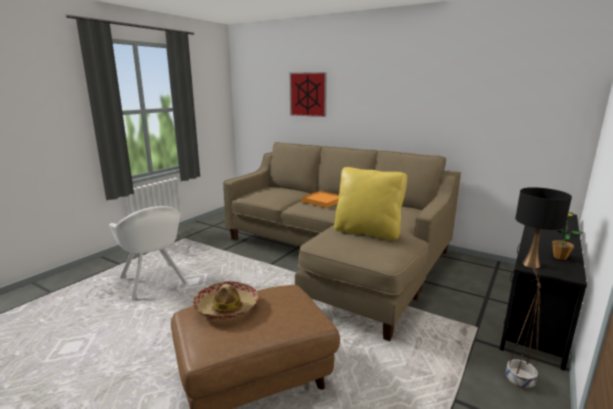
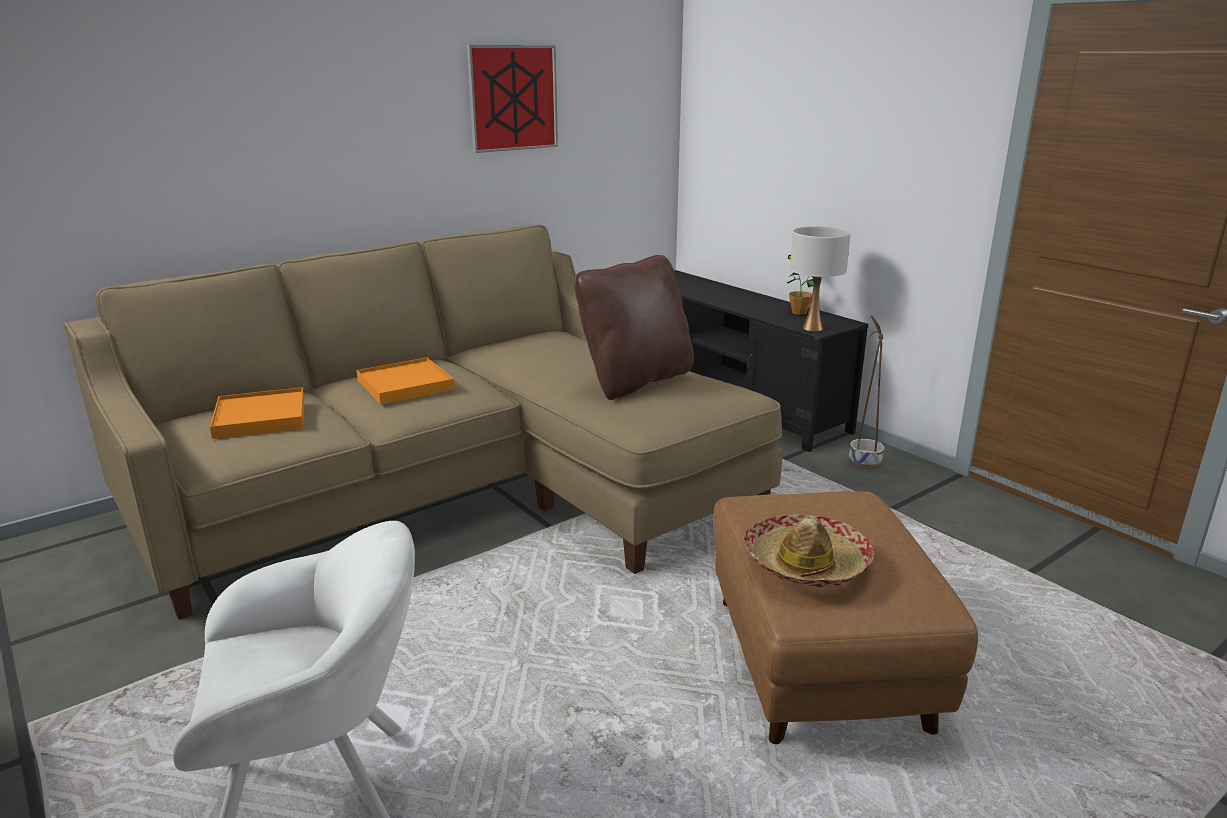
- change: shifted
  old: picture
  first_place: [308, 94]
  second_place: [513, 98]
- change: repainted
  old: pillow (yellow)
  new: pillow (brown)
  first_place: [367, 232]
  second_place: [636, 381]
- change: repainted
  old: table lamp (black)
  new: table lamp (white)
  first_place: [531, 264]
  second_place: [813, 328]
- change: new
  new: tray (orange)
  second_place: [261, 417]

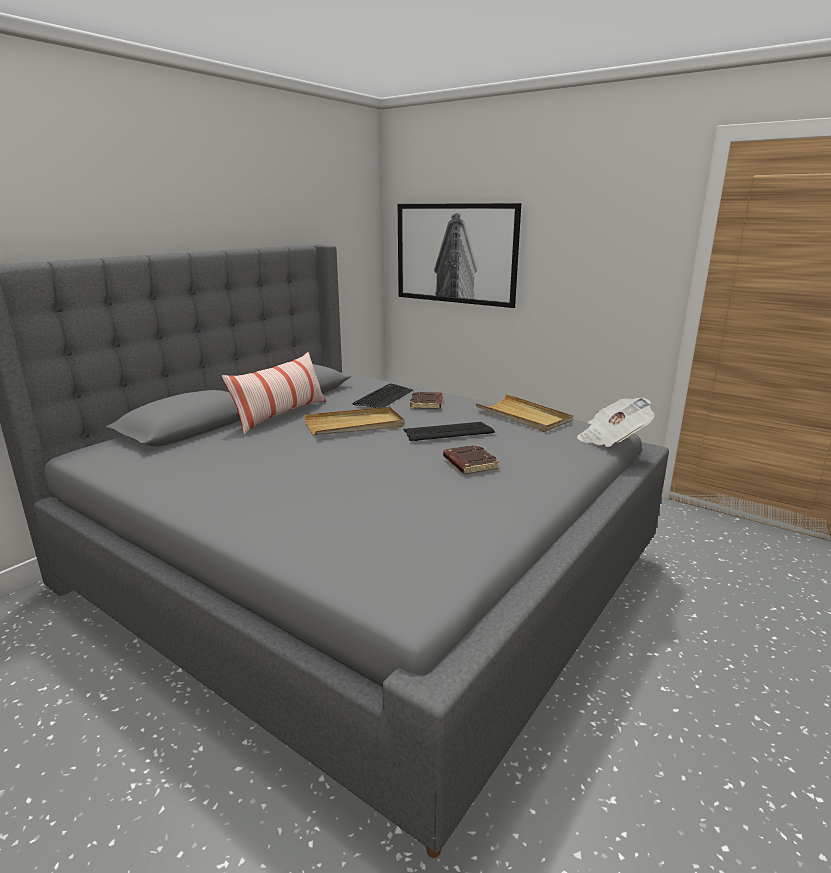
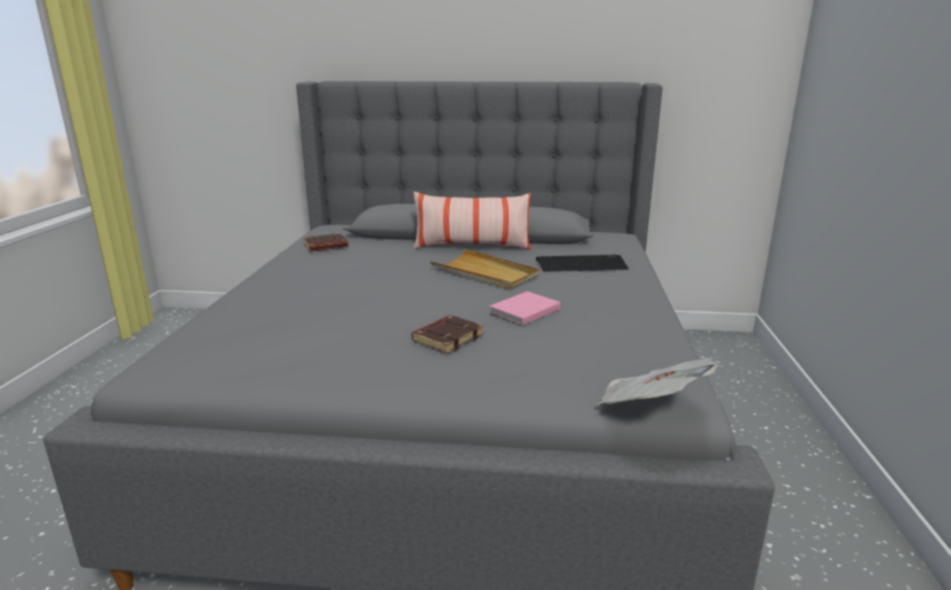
- change: gone
  old: picture
  first_place: [456, 253]
- change: swapped
  old: keyboard
  new: book (pink)
  first_place: [448, 432]
  second_place: [523, 311]
- change: shifted
  old: book (brown)
  first_place: [427, 404]
  second_place: [325, 246]
- change: gone
  old: tray (beige)
  first_place: [523, 416]

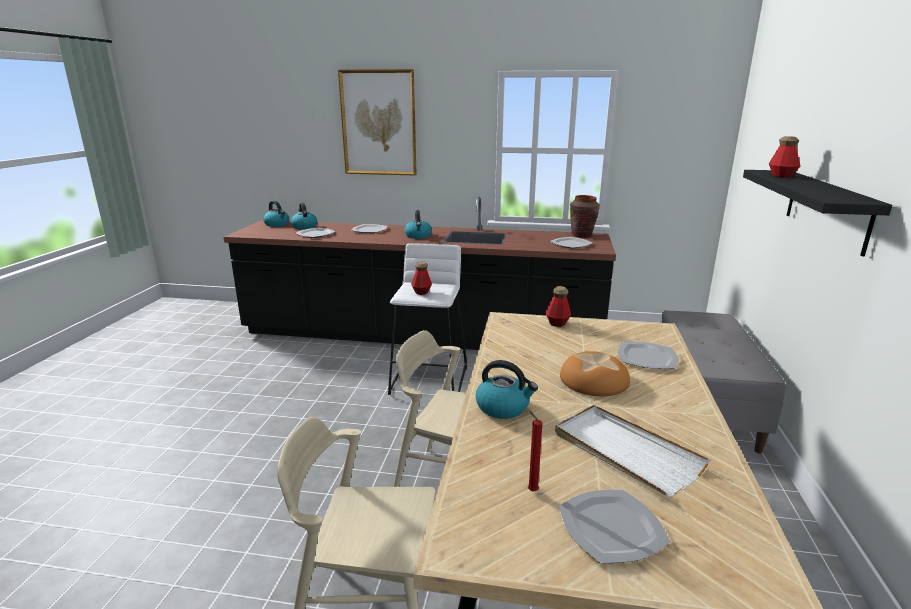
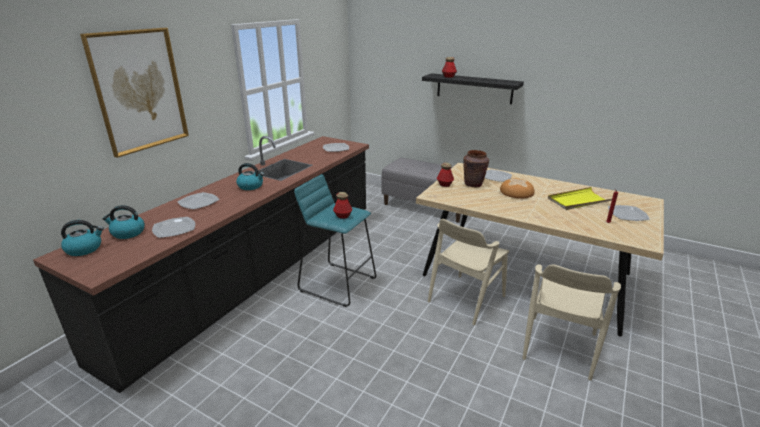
- change: repainted
  old: stool (white)
  new: stool (turquoise)
  first_place: [429, 380]
  second_place: [337, 283]
- change: gone
  old: kettle
  first_place: [503, 407]
- change: repainted
  old: tray (white)
  new: tray (yellow)
  first_place: [625, 452]
  second_place: [578, 201]
- change: shifted
  old: vase (brown)
  first_place: [582, 235]
  second_place: [473, 184]

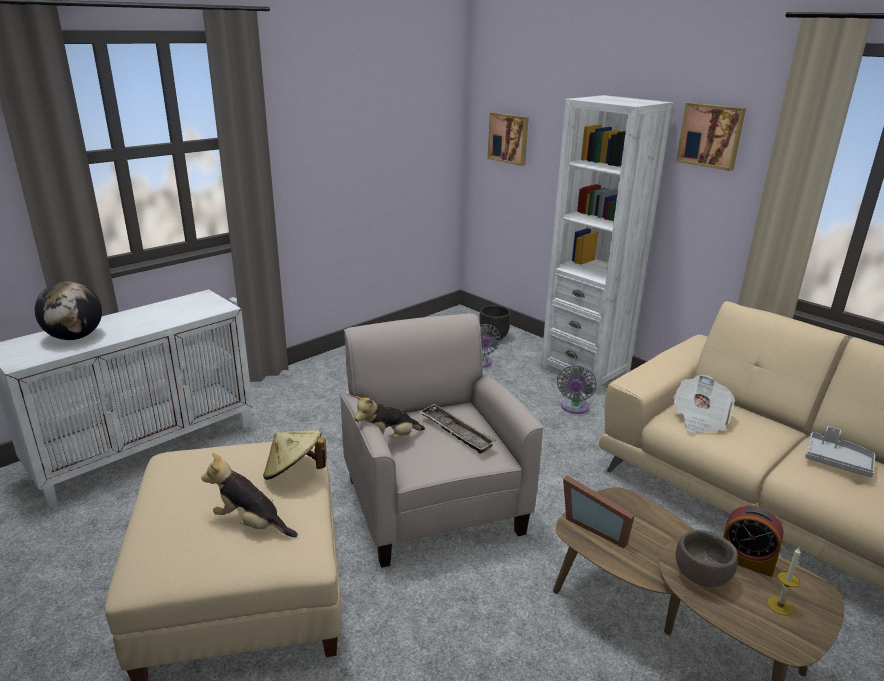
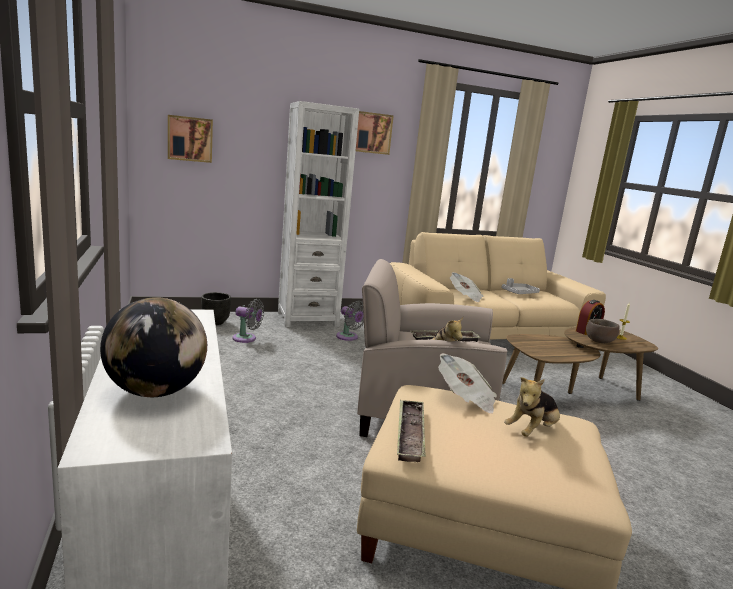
- change: swapped
  old: hat (beige)
  new: newspaper
  first_place: [294, 472]
  second_place: [465, 399]
- change: gone
  old: picture frame
  first_place: [596, 526]
- change: new
  new: tray
  second_place: [410, 434]

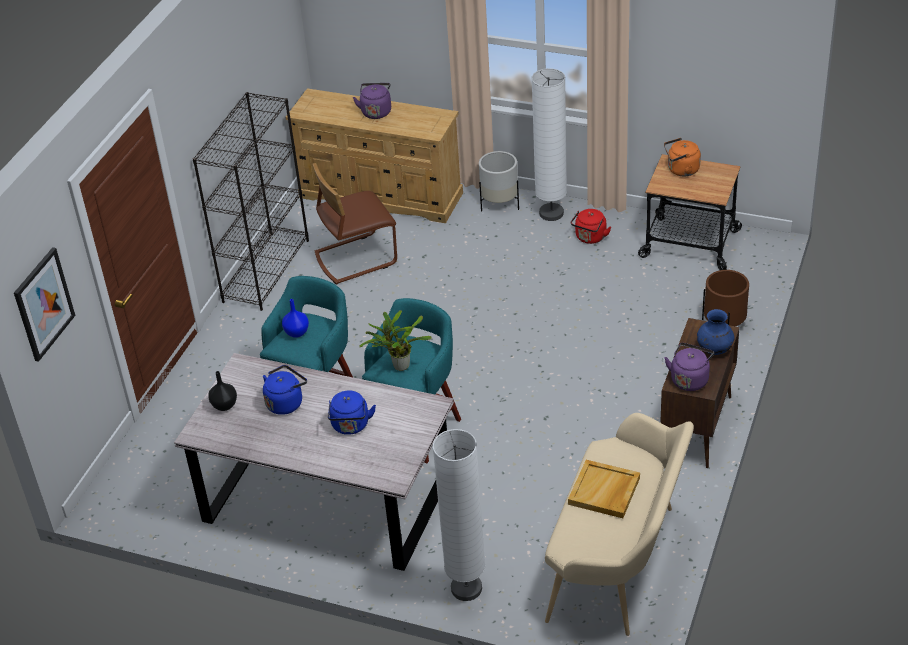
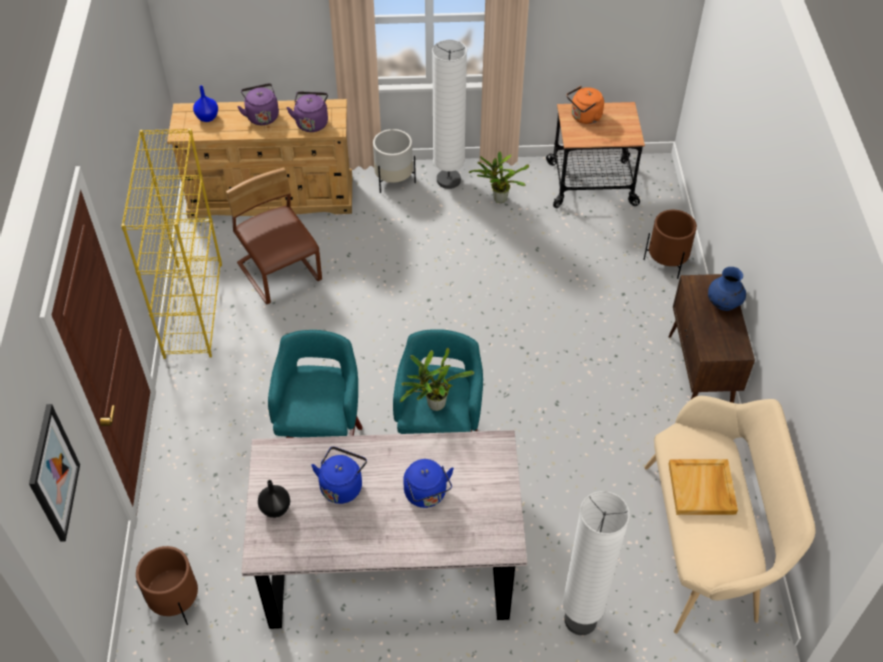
- change: repainted
  old: bookcase (black)
  new: bookcase (yellow)
  first_place: [266, 270]
  second_place: [193, 309]
- change: shifted
  old: vase (blue)
  first_place: [296, 333]
  second_place: [207, 118]
- change: rotated
  old: chair (brown)
  first_place: [355, 258]
  second_place: [280, 273]
  degrees: 105
- change: swapped
  old: kettle (red)
  new: potted plant
  first_place: [590, 238]
  second_place: [498, 198]
- change: shifted
  old: kettle (purple)
  first_place: [690, 379]
  second_place: [312, 122]
- change: new
  new: planter (brown)
  second_place: [175, 601]

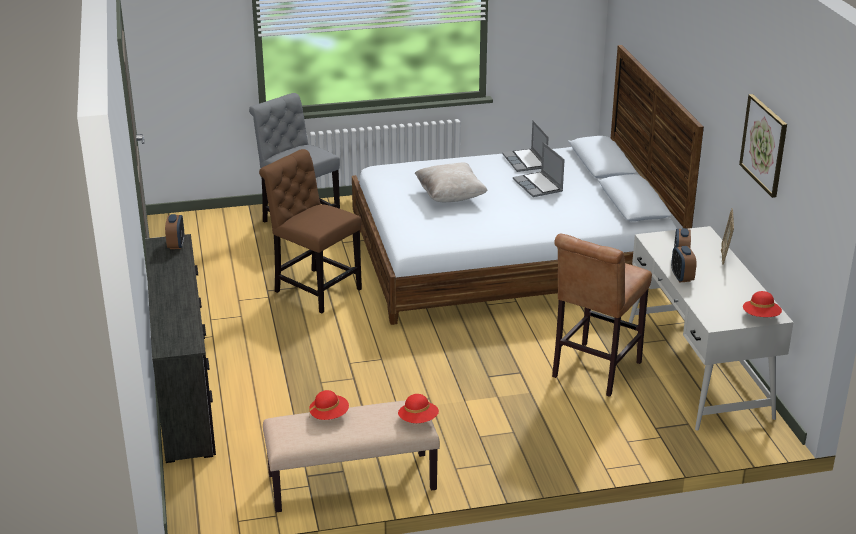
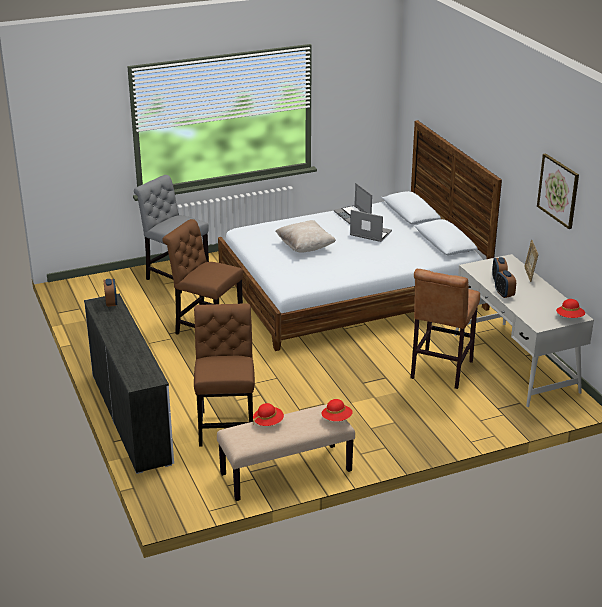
- change: repainted
  old: dresser (black)
  new: dresser (white)
  first_place: [185, 390]
  second_place: [131, 417]
- change: rotated
  old: laptop
  first_place: [538, 186]
  second_place: [370, 234]
  degrees: 150
- change: new
  new: chair (brown)
  second_place: [227, 425]

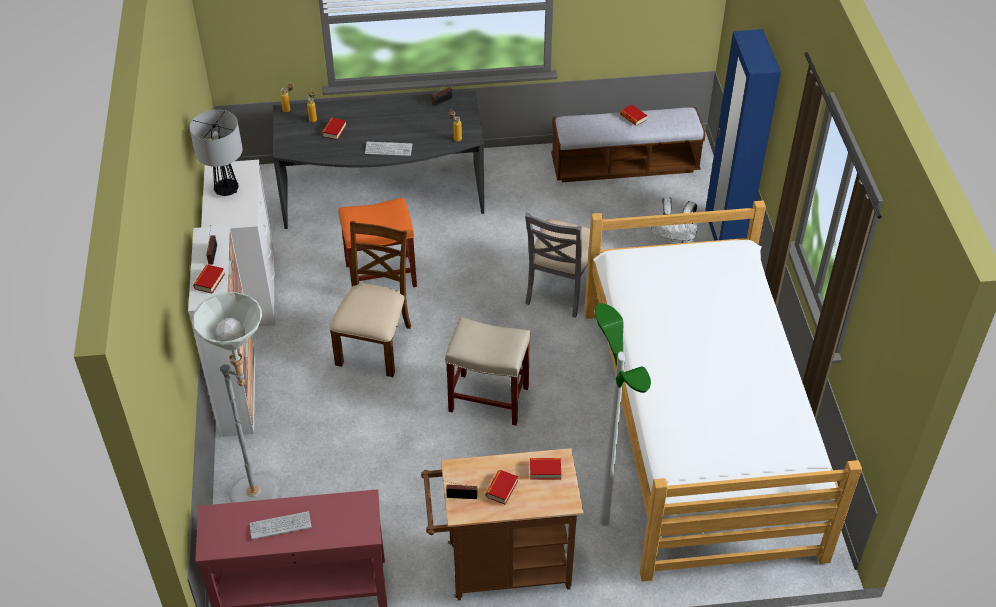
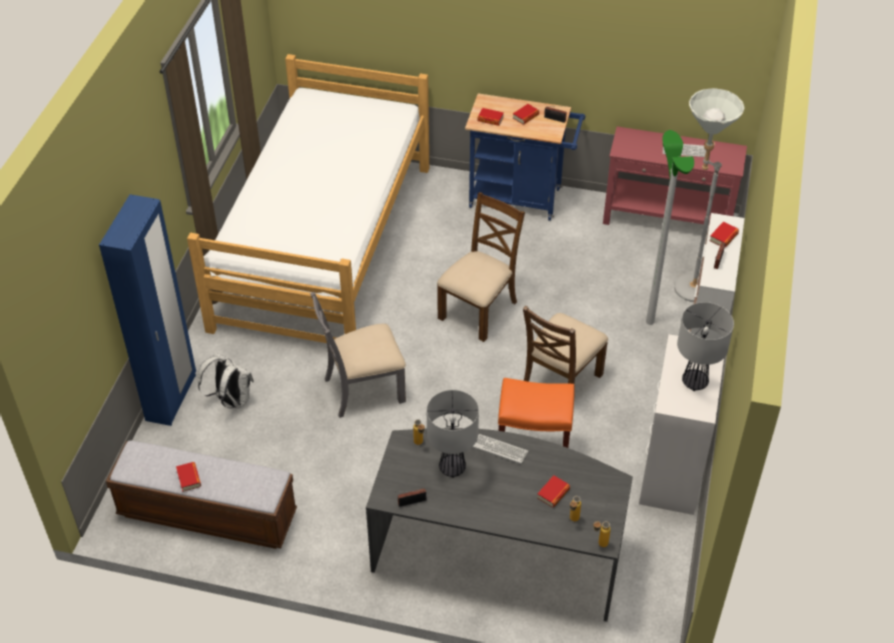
- change: repainted
  old: cart (brown)
  new: cart (blue)
  first_place: [500, 568]
  second_place: [521, 198]
- change: swapped
  old: stool (beige)
  new: chair (brown)
  first_place: [487, 399]
  second_place: [479, 310]
- change: rotated
  old: chair (grey)
  first_place: [560, 288]
  second_place: [363, 389]
  degrees: -150
- change: shifted
  old: floor lamp
  first_place: [603, 521]
  second_place: [650, 321]
- change: new
  new: table lamp
  second_place: [452, 467]

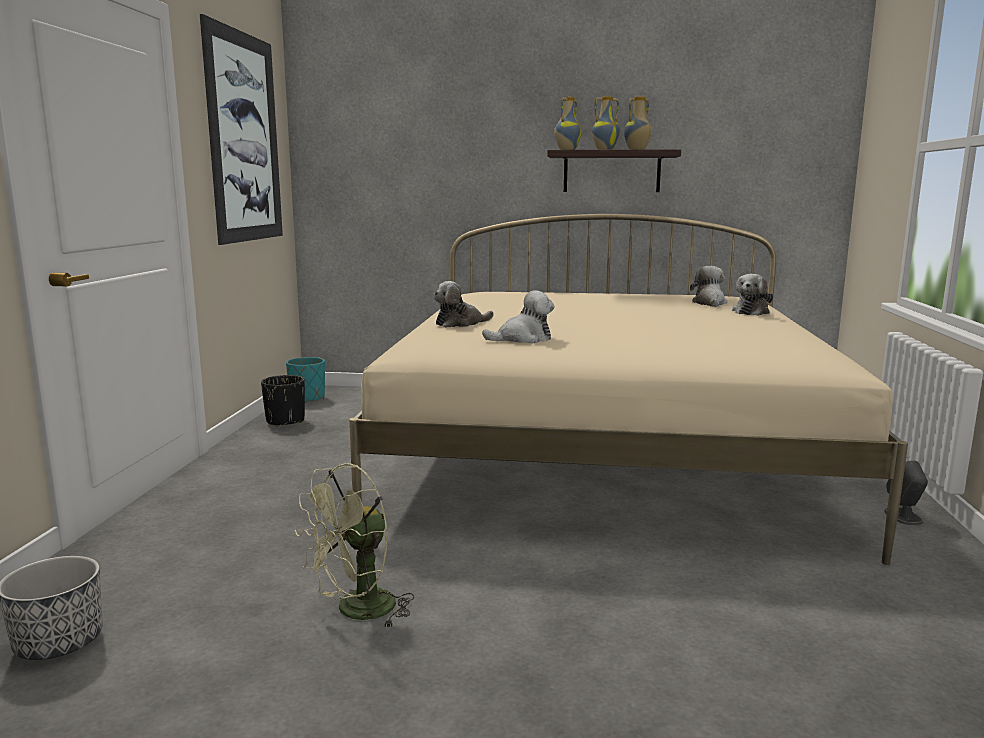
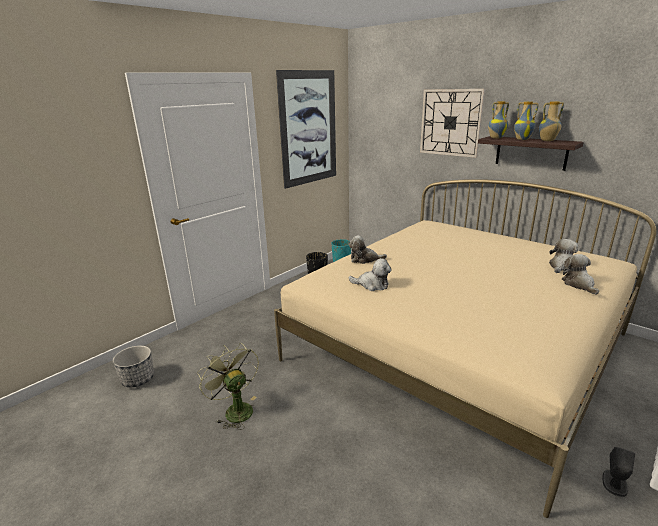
- change: rotated
  old: fan (green)
  first_place: [356, 612]
  second_place: [235, 410]
  degrees: 60
- change: rotated
  old: plush toy
  first_place: [751, 312]
  second_place: [579, 284]
  degrees: 105
- change: new
  new: wall clock
  second_place: [450, 122]

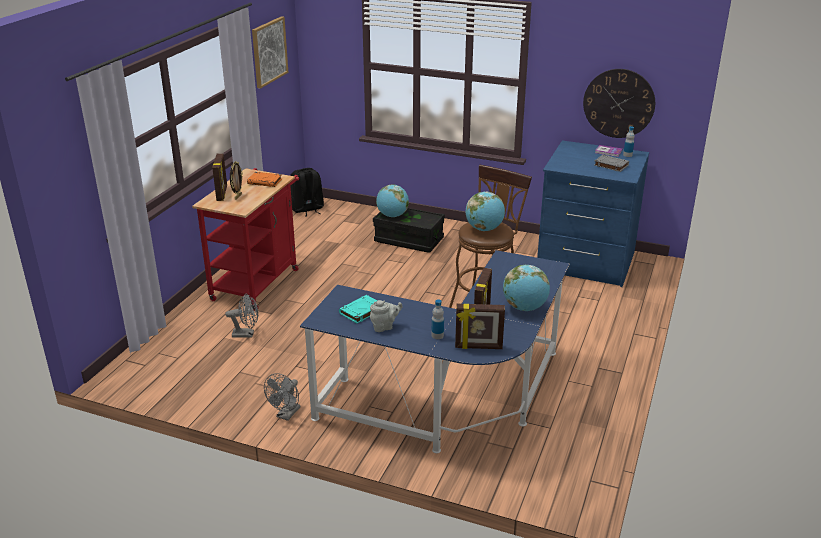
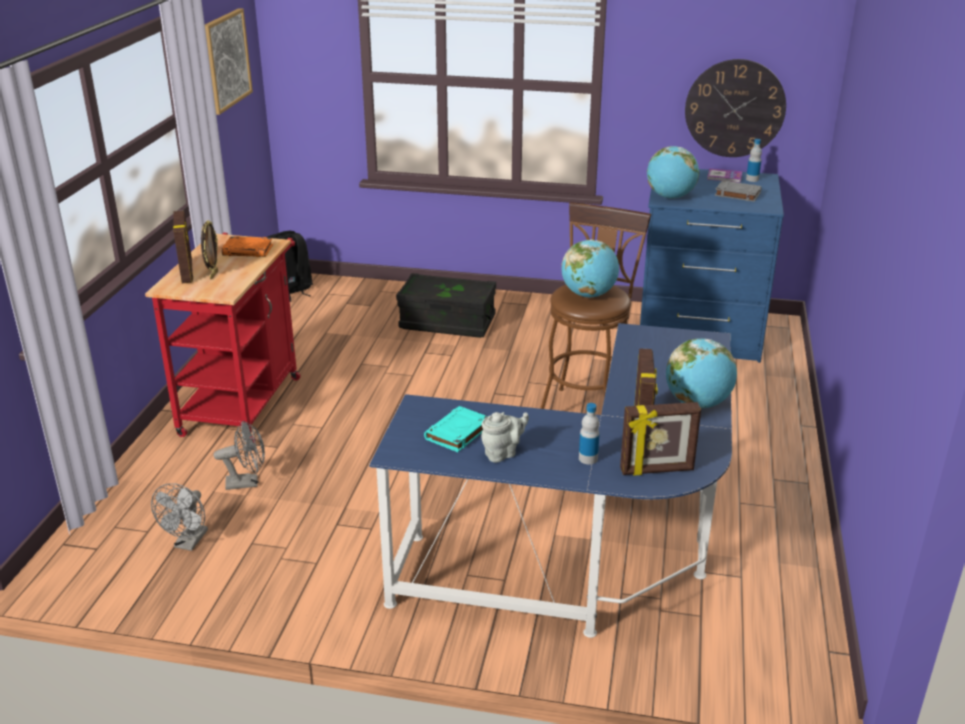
- change: shifted
  old: fan (grey)
  first_place: [286, 415]
  second_place: [188, 543]
- change: shifted
  old: globe
  first_place: [392, 216]
  second_place: [670, 197]

